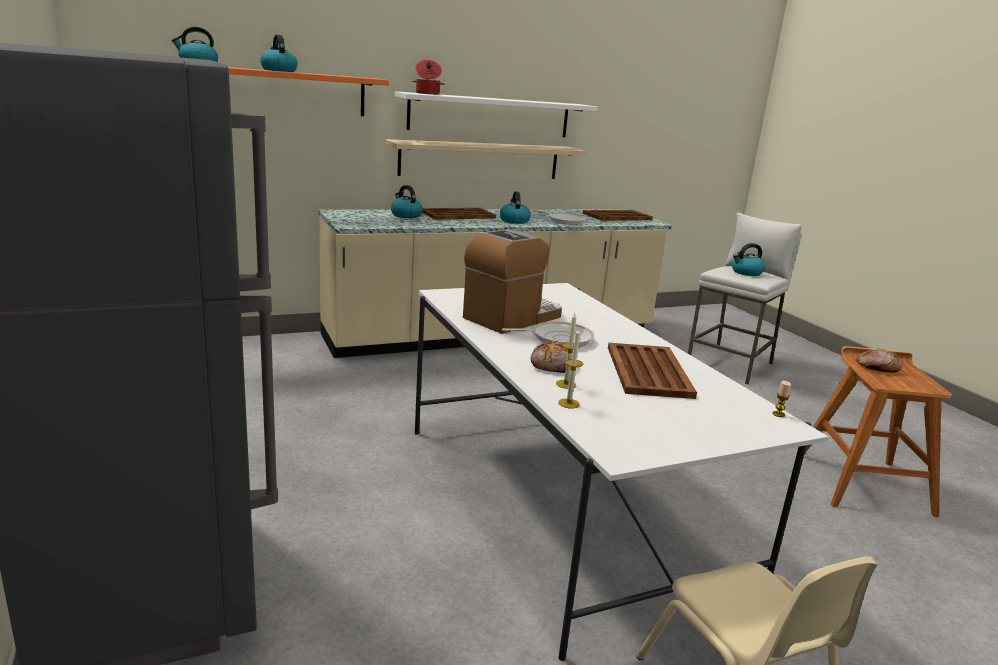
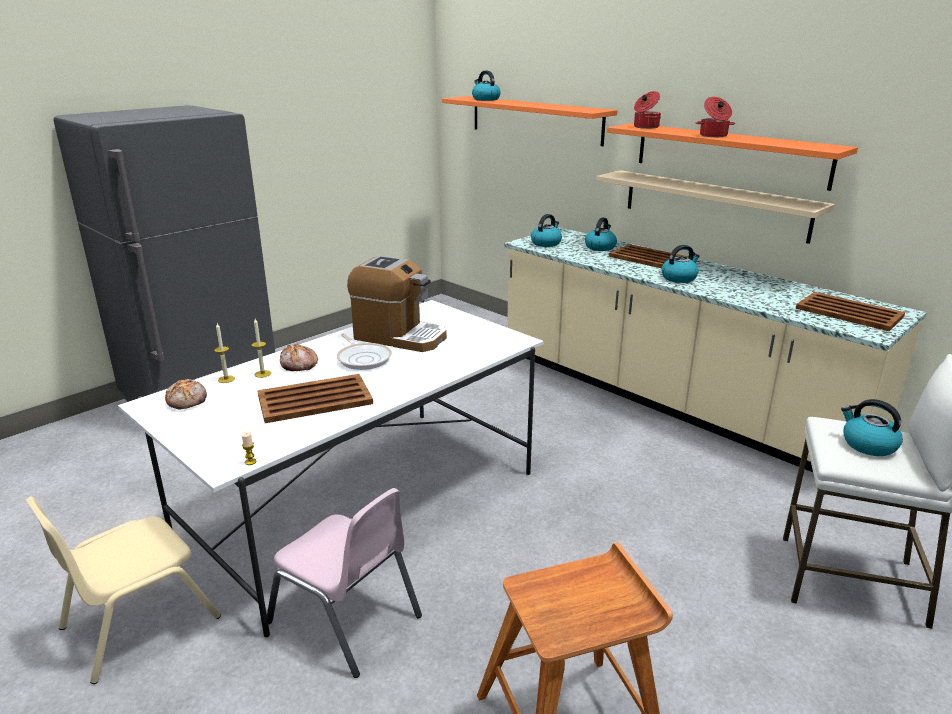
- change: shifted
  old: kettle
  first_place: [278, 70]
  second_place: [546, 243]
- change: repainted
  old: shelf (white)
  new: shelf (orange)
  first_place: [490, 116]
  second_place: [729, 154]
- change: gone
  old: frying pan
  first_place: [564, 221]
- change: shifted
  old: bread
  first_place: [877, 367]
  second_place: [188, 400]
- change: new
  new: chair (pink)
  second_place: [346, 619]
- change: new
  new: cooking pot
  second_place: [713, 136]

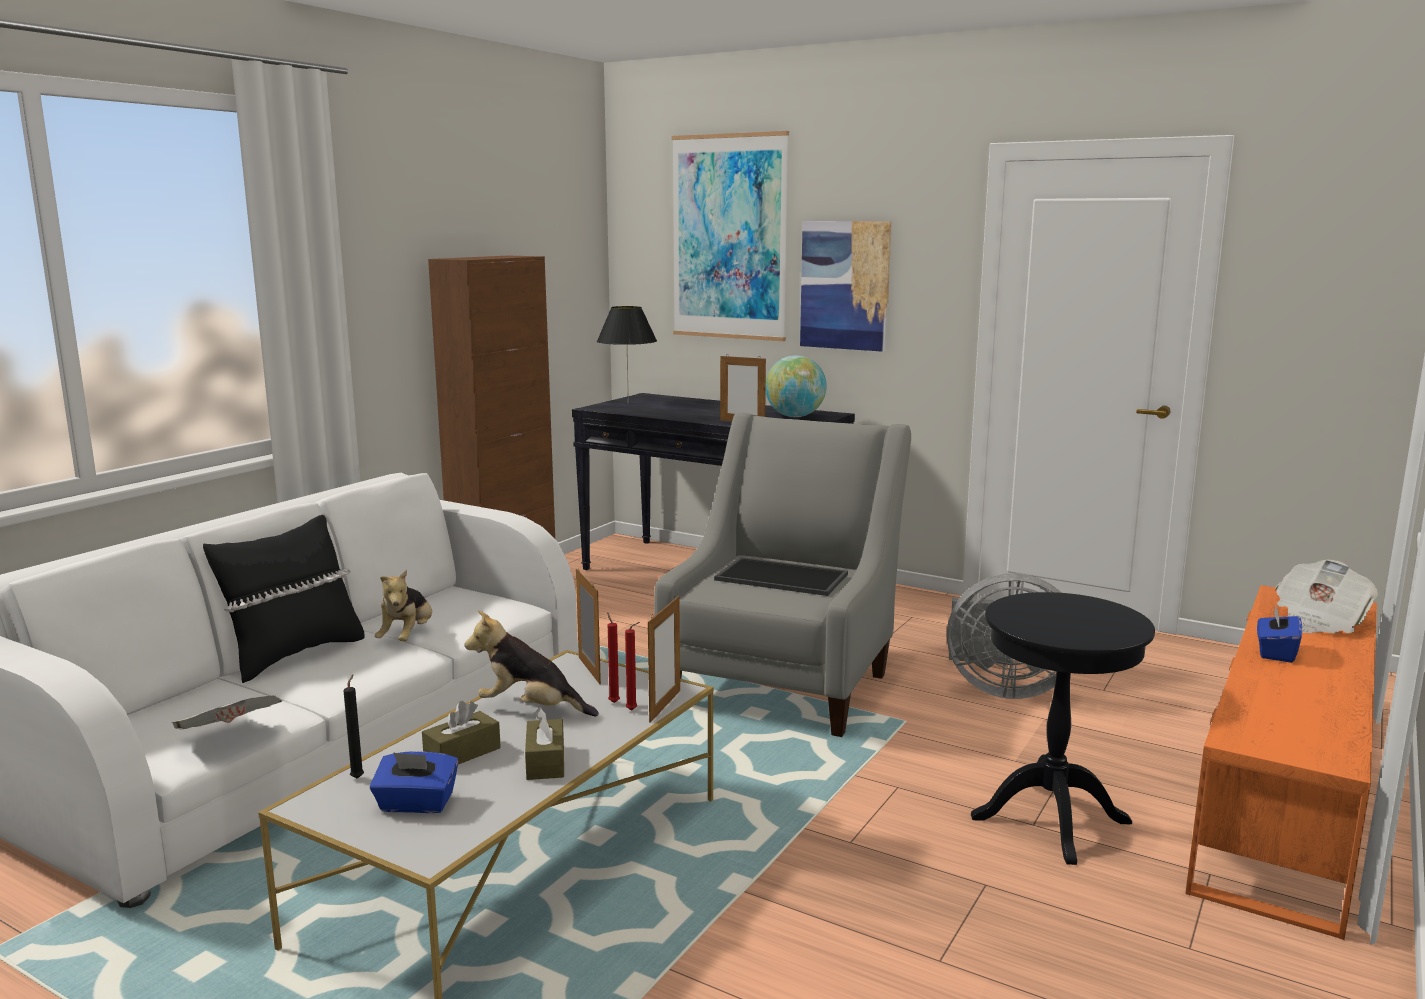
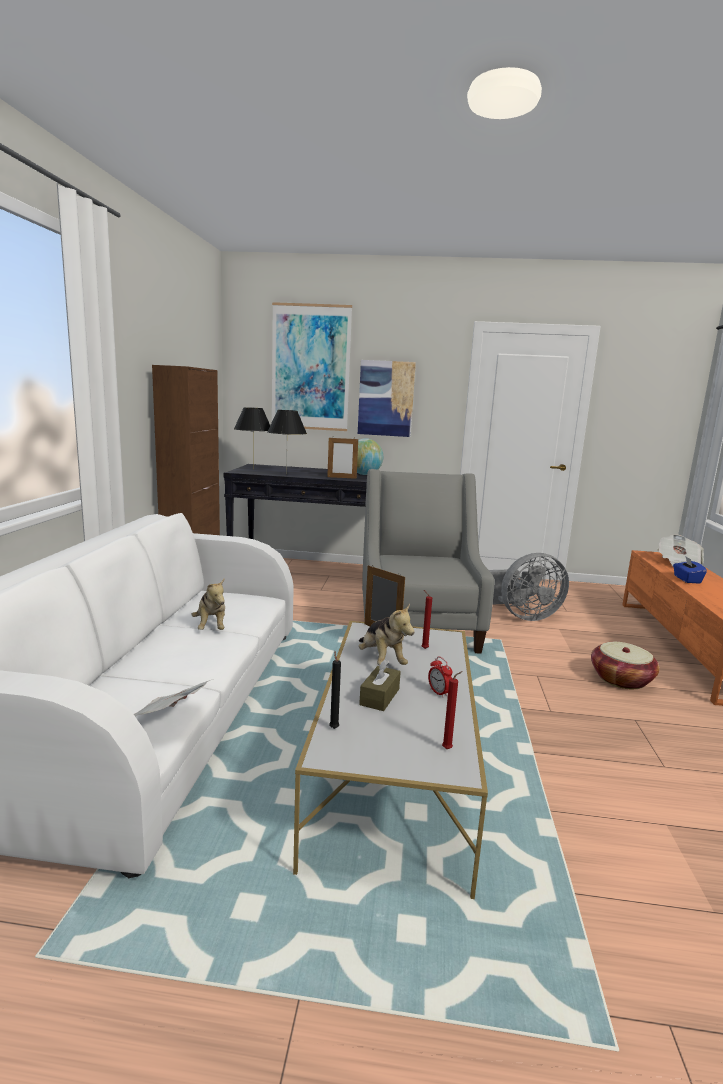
- change: gone
  old: pillow (black)
  first_place: [293, 655]
- change: gone
  old: tissue box (blue)
  first_place: [416, 804]
- change: rotated
  old: plush toy
  first_place: [531, 709]
  second_place: [381, 660]
  degrees: -105
- change: swapped
  old: tissue box (brown)
  new: alarm clock
  first_place: [545, 762]
  second_place: [439, 693]
- change: shifted
  old: candle (red)
  first_place: [633, 710]
  second_place: [448, 749]
- change: gone
  old: picture frame
  first_place: [665, 706]
- change: gone
  old: tray
  first_place: [783, 577]
- change: swapped
  old: side table (black)
  new: basket
  first_place: [1050, 820]
  second_place: [621, 679]
- change: new
  new: table lamp (black)
  second_place: [286, 474]

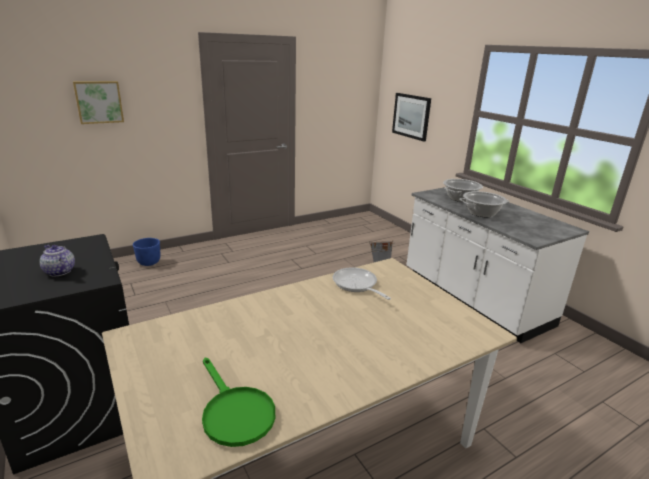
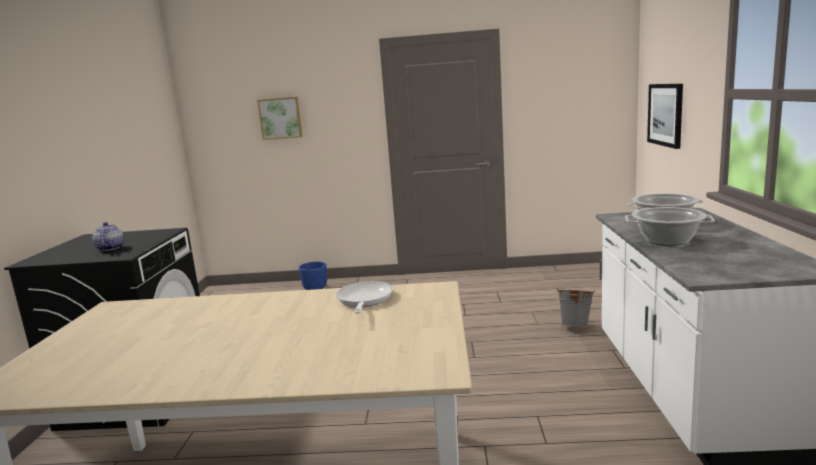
- change: gone
  old: frying pan (green)
  first_place: [234, 412]

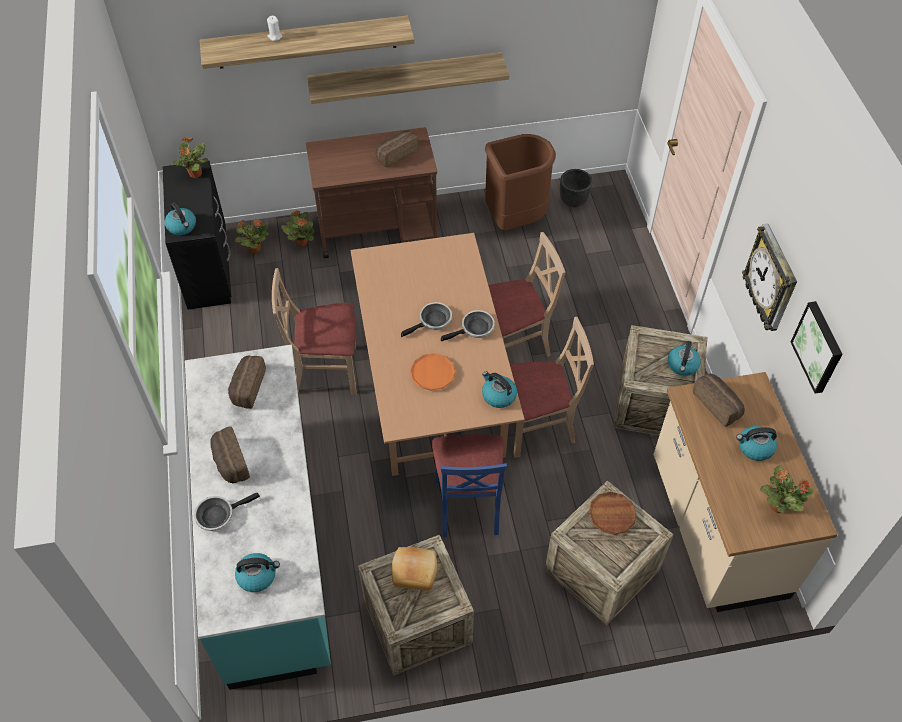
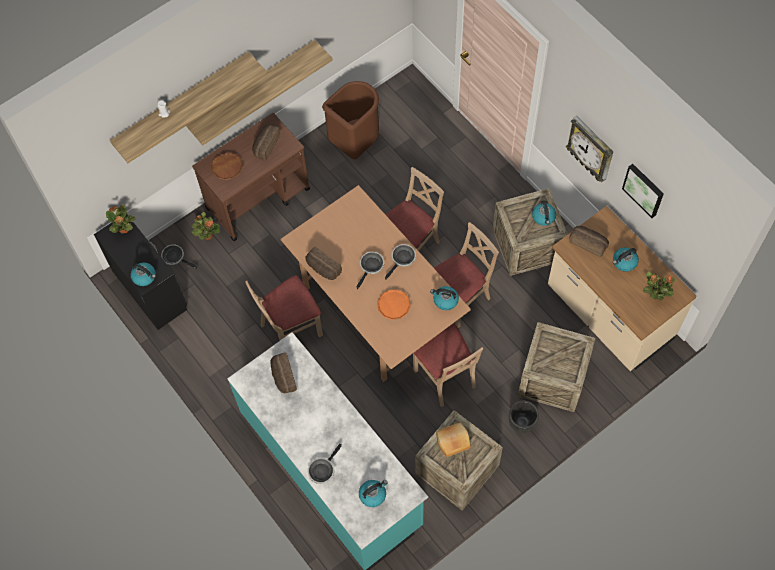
- change: shifted
  old: bread
  first_place: [230, 462]
  second_place: [323, 269]
- change: swapped
  old: potted plant
  new: frying pan
  first_place: [254, 248]
  second_place: [175, 257]
- change: repainted
  old: chair (blue)
  new: chair (beige)
  first_place: [468, 505]
  second_place: [445, 377]
- change: shifted
  old: planter (black)
  first_place: [574, 200]
  second_place: [522, 423]
- change: shifted
  old: plate (brown)
  first_place: [612, 515]
  second_place: [227, 167]

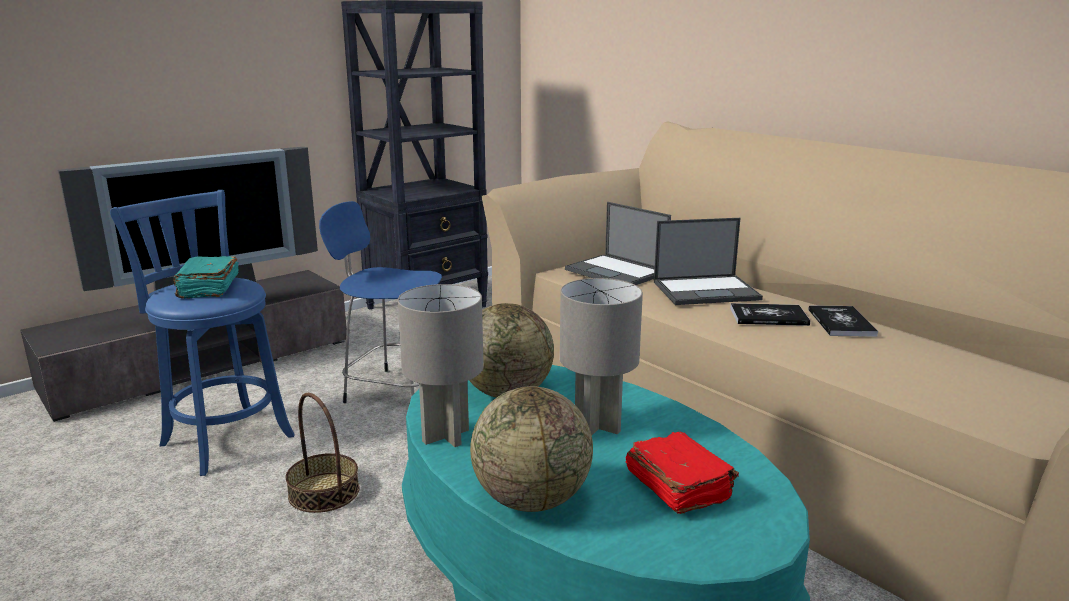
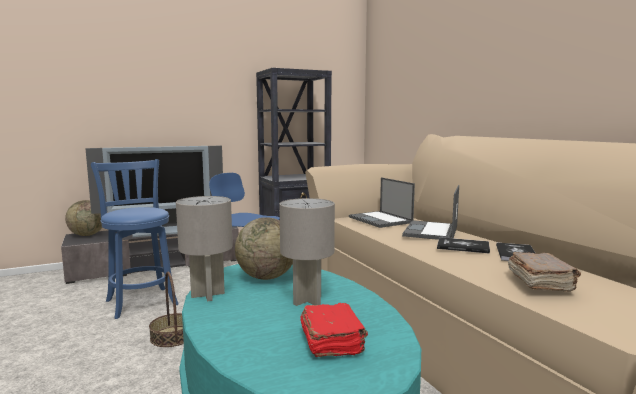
- change: gone
  old: book (turquoise)
  first_place: [208, 288]
- change: shifted
  old: globe
  first_place: [531, 500]
  second_place: [87, 235]
- change: rotated
  old: laptop
  first_place: [707, 290]
  second_place: [431, 231]
  degrees: 105
- change: new
  new: book (brown)
  second_place: [540, 282]

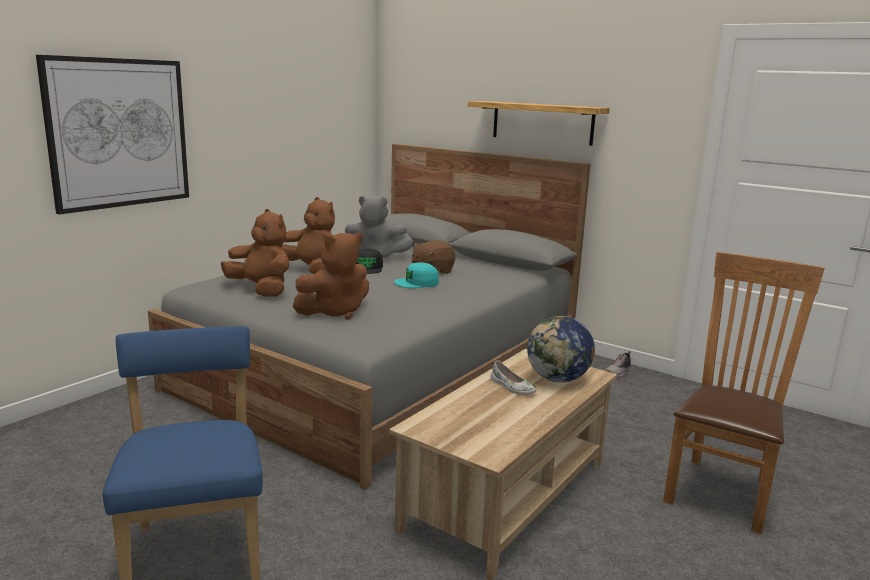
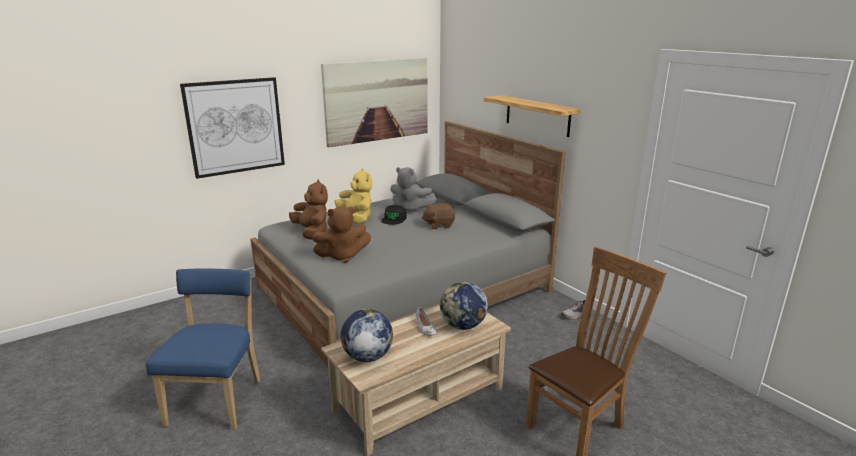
- change: repainted
  old: plush toy (brown)
  new: plush toy (yellow)
  first_place: [312, 271]
  second_place: [356, 218]
- change: gone
  old: cap (turquoise)
  first_place: [417, 283]
- change: new
  new: picture
  second_place: [377, 100]
- change: new
  new: globe
  second_place: [367, 356]

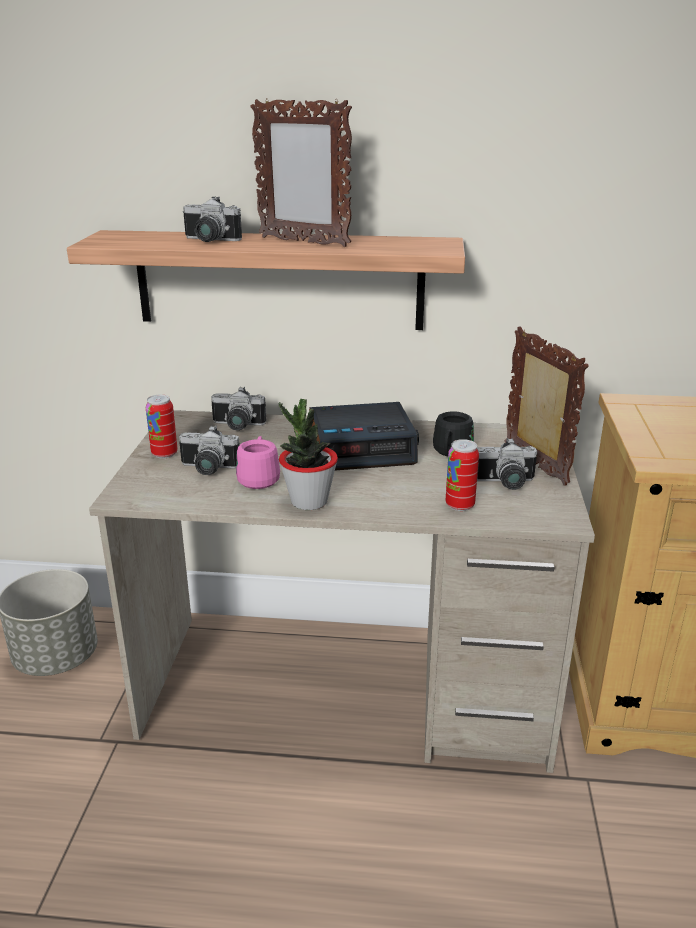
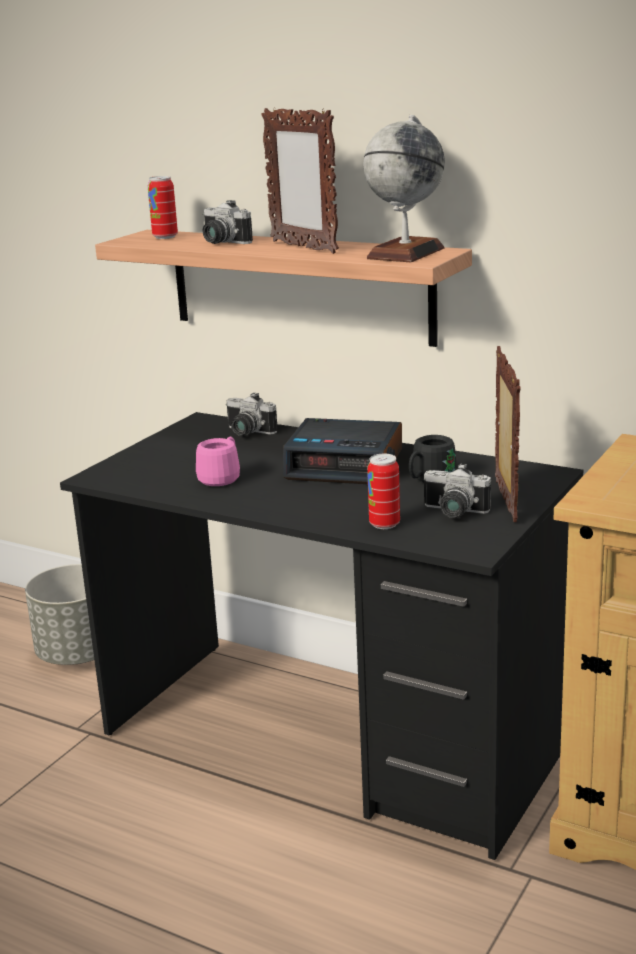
- change: repainted
  old: desk (beige)
  new: desk (black)
  first_place: [348, 690]
  second_place: [333, 739]
- change: shifted
  old: can
  first_place: [164, 454]
  second_place: [165, 237]
- change: gone
  old: photo camera
  first_place: [207, 469]
- change: gone
  old: potted plant
  first_place: [309, 502]
- change: new
  new: globe
  second_place: [405, 253]

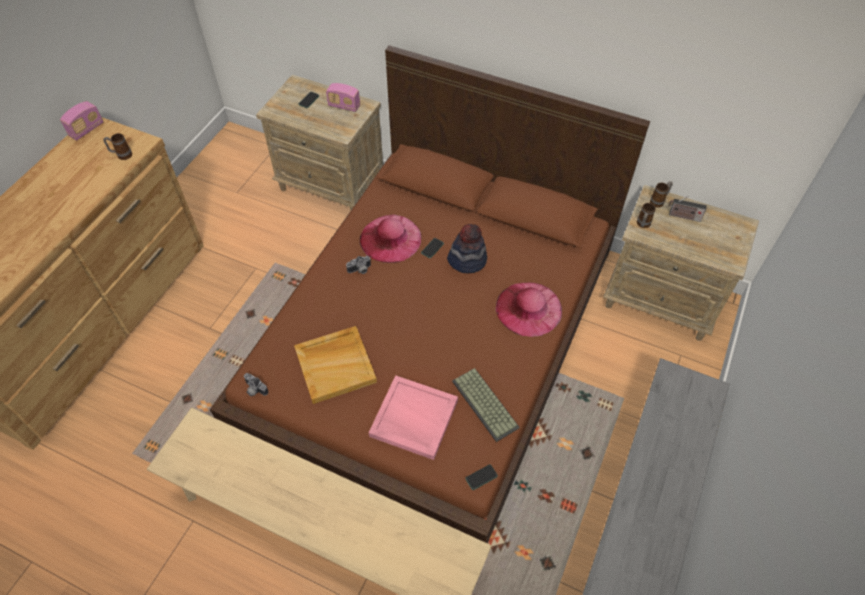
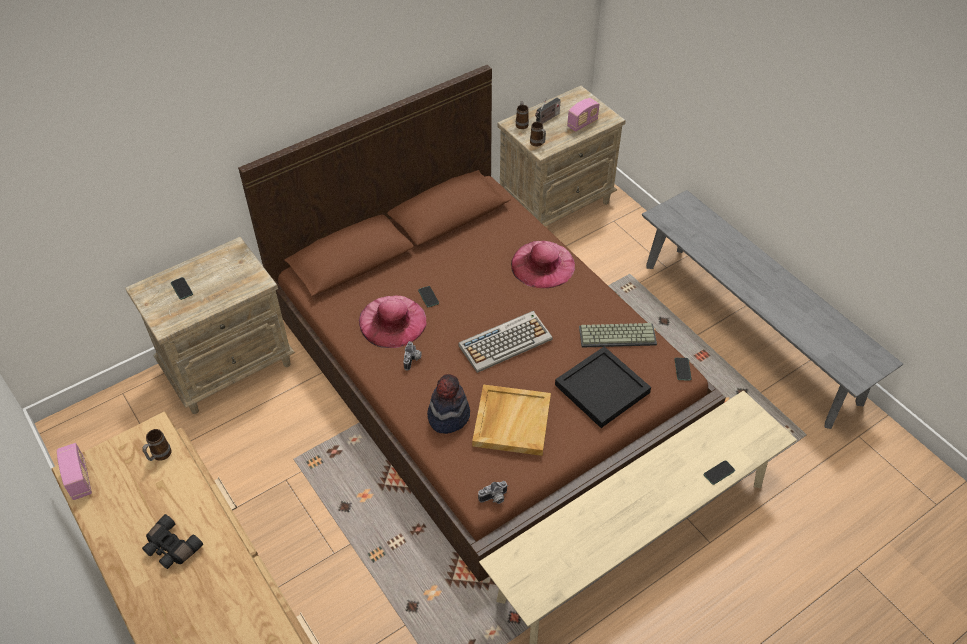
- change: shifted
  old: radio
  first_place: [344, 106]
  second_place: [582, 123]
- change: repainted
  old: tray (pink)
  new: tray (black)
  first_place: [413, 419]
  second_place: [602, 389]
- change: shifted
  old: hat
  first_place: [467, 260]
  second_place: [448, 416]
- change: new
  new: binoculars (black)
  second_place: [171, 548]
- change: new
  new: keyboard
  second_place: [506, 342]
- change: new
  new: phone
  second_place: [719, 473]

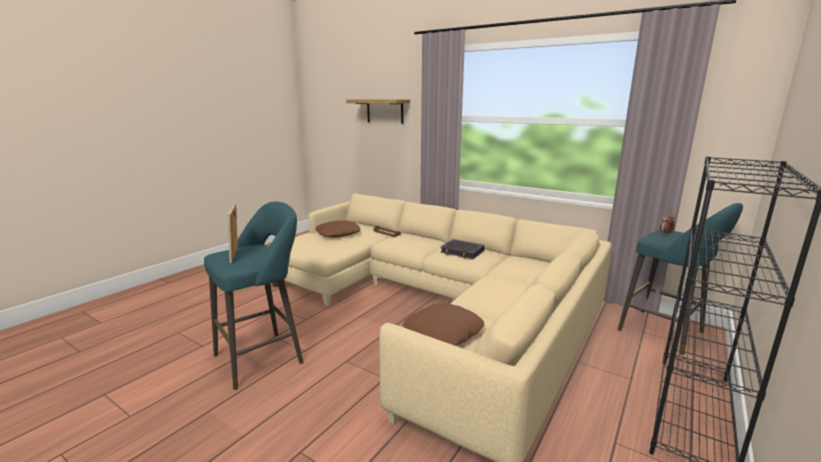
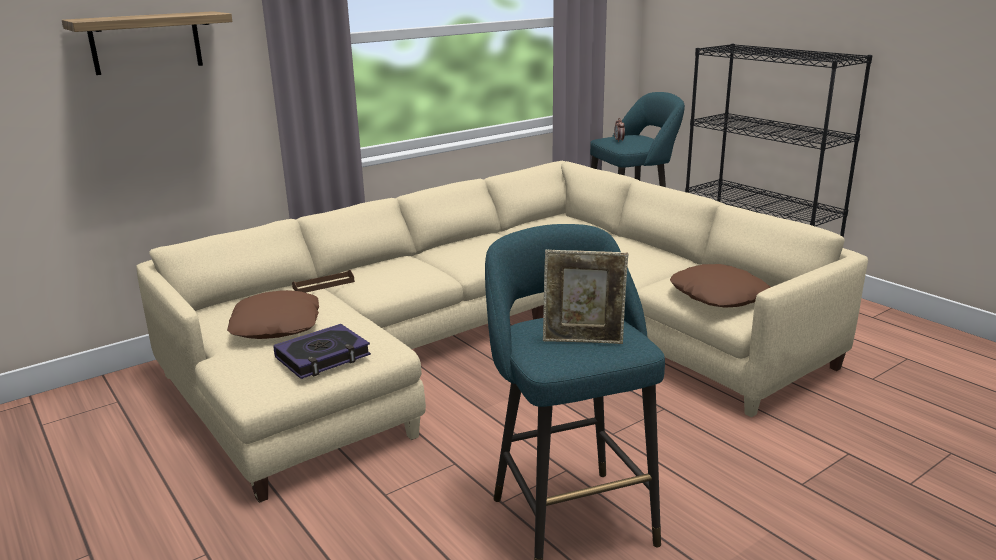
- change: shifted
  old: book
  first_place: [462, 252]
  second_place: [323, 357]

